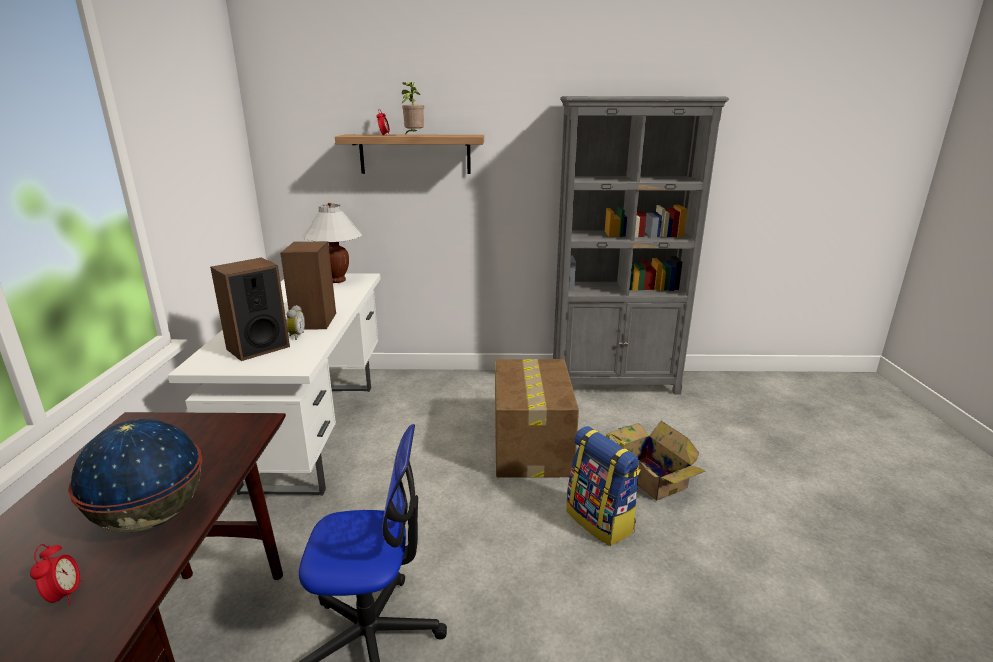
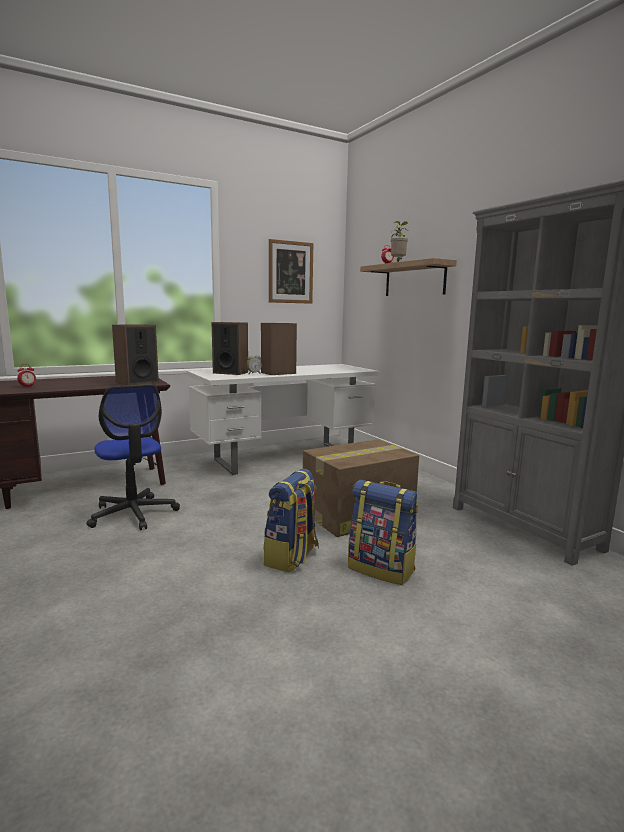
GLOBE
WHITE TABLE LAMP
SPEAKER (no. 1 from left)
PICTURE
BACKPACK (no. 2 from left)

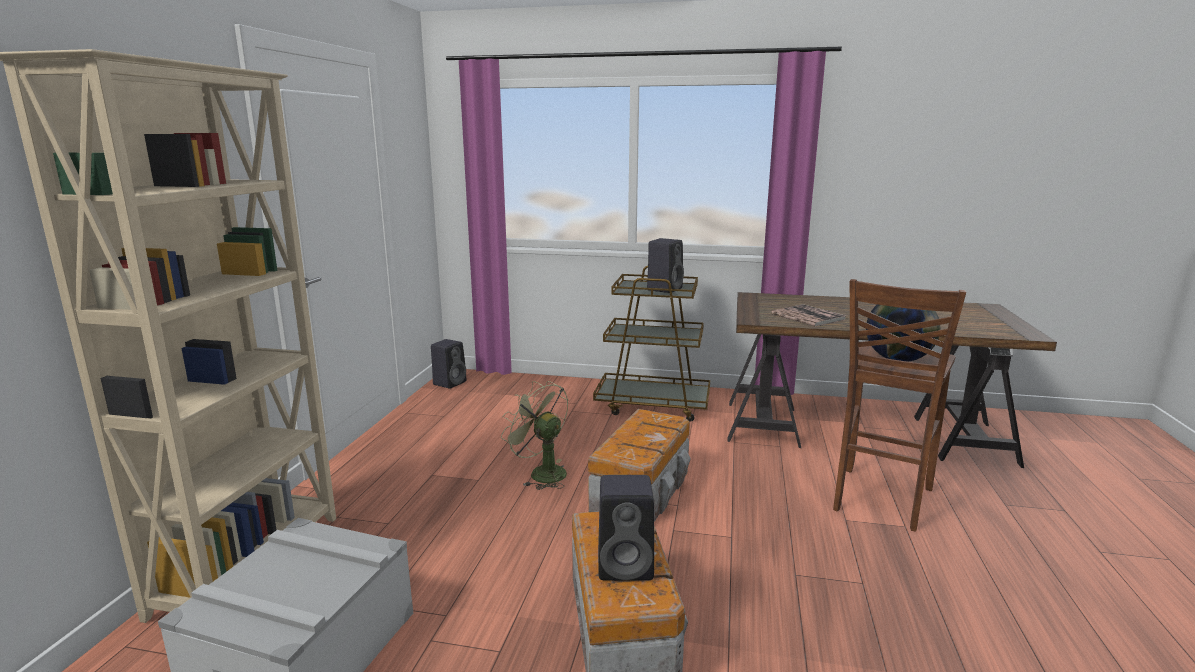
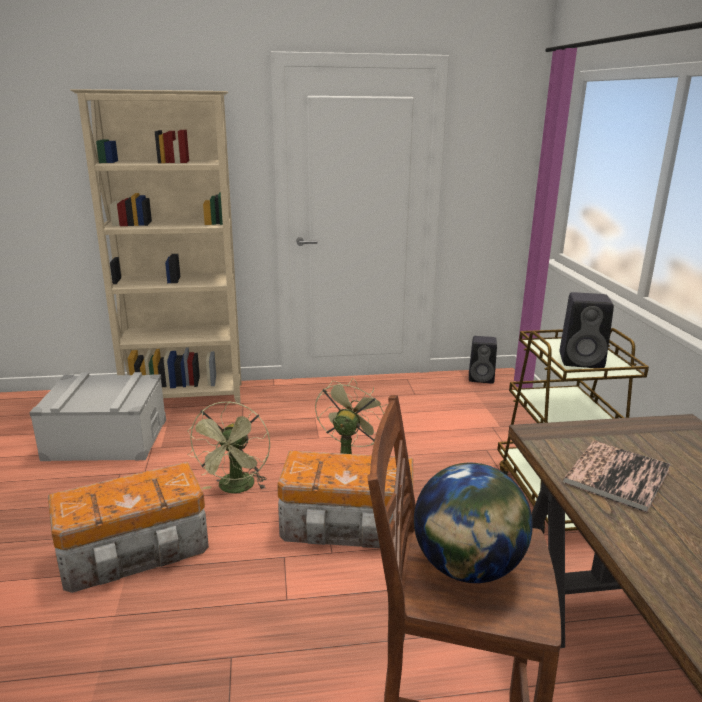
BLACK SPEAKER (no. 2 from left in the first image)
GREEN FAN (no. 1 from left)

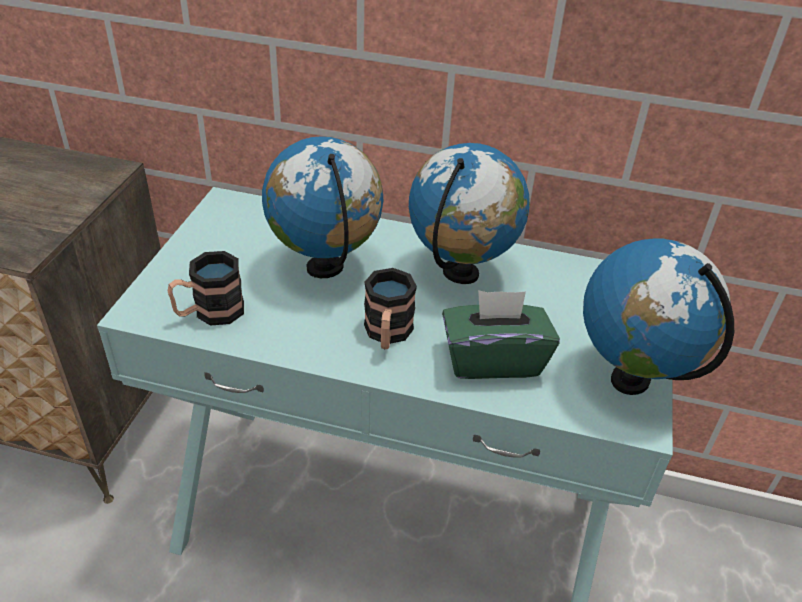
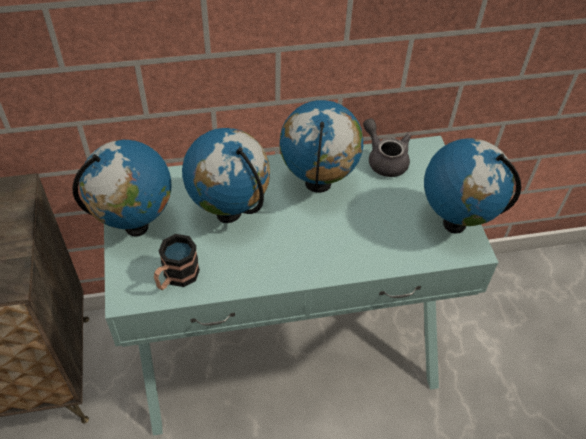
MUG (no. 2 from left in the first image)
GREEN TISSUE BOX
GLOBE (no. 1 from left)
GREY TEAPOT

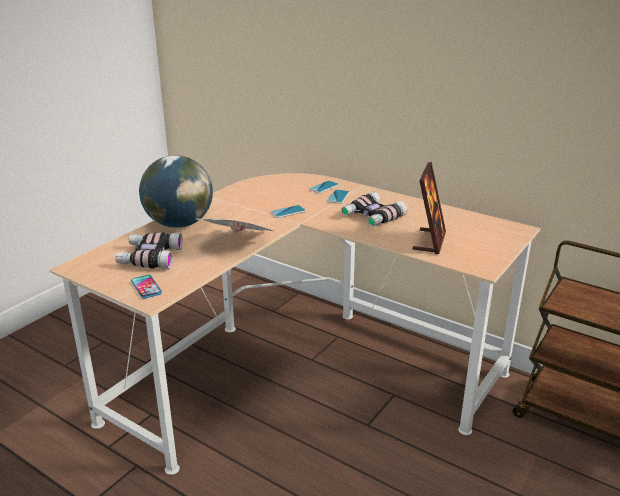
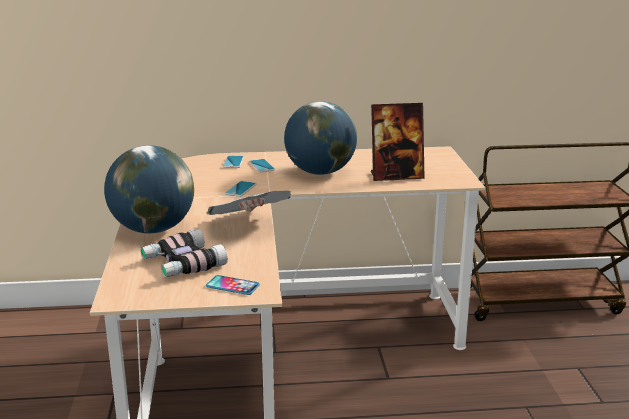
GLOBE (no. 2 from left)
PICTURE FRAME

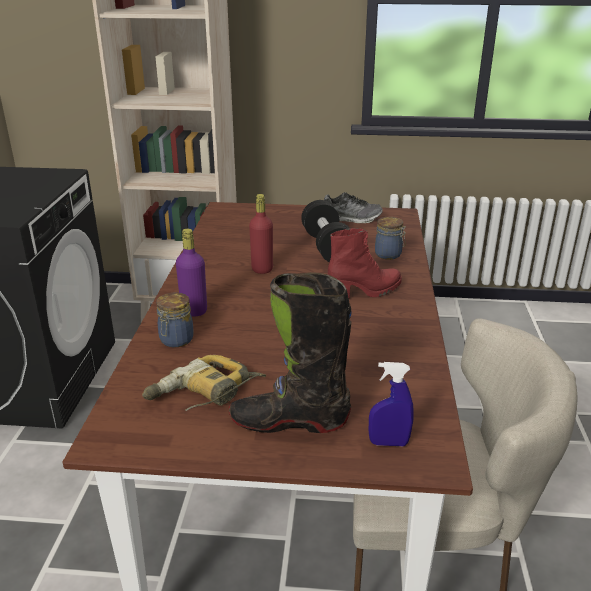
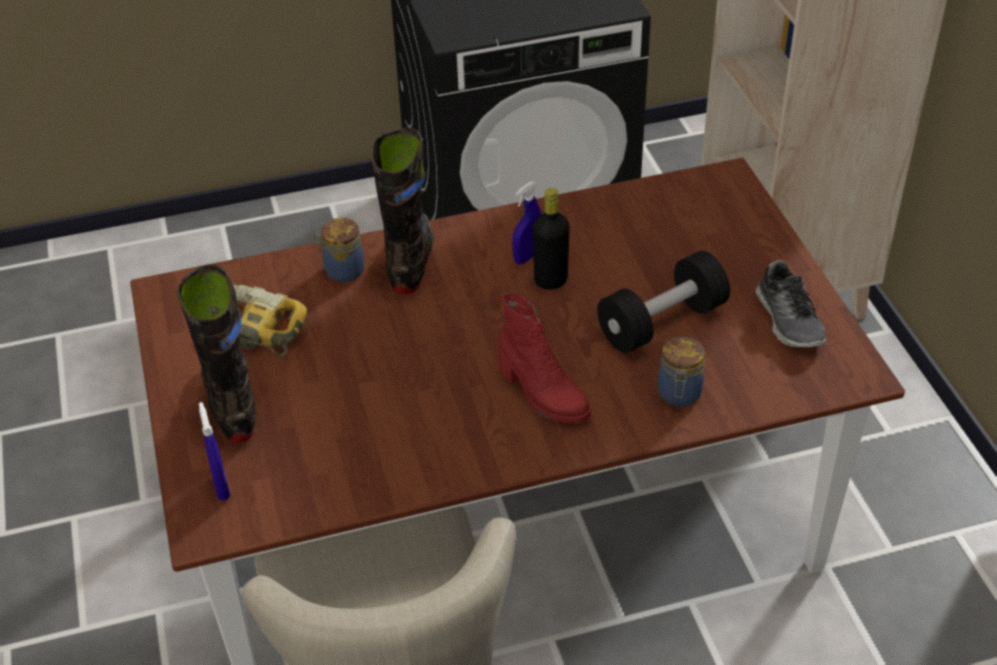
BLUE SPRAY BOTTLE (no. 2 from left)
BLACK BOOT (no. 2 from left)
BLACK BOTTLE

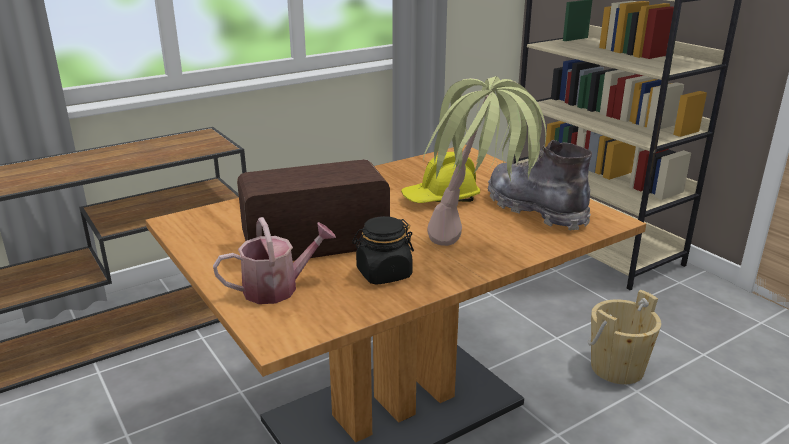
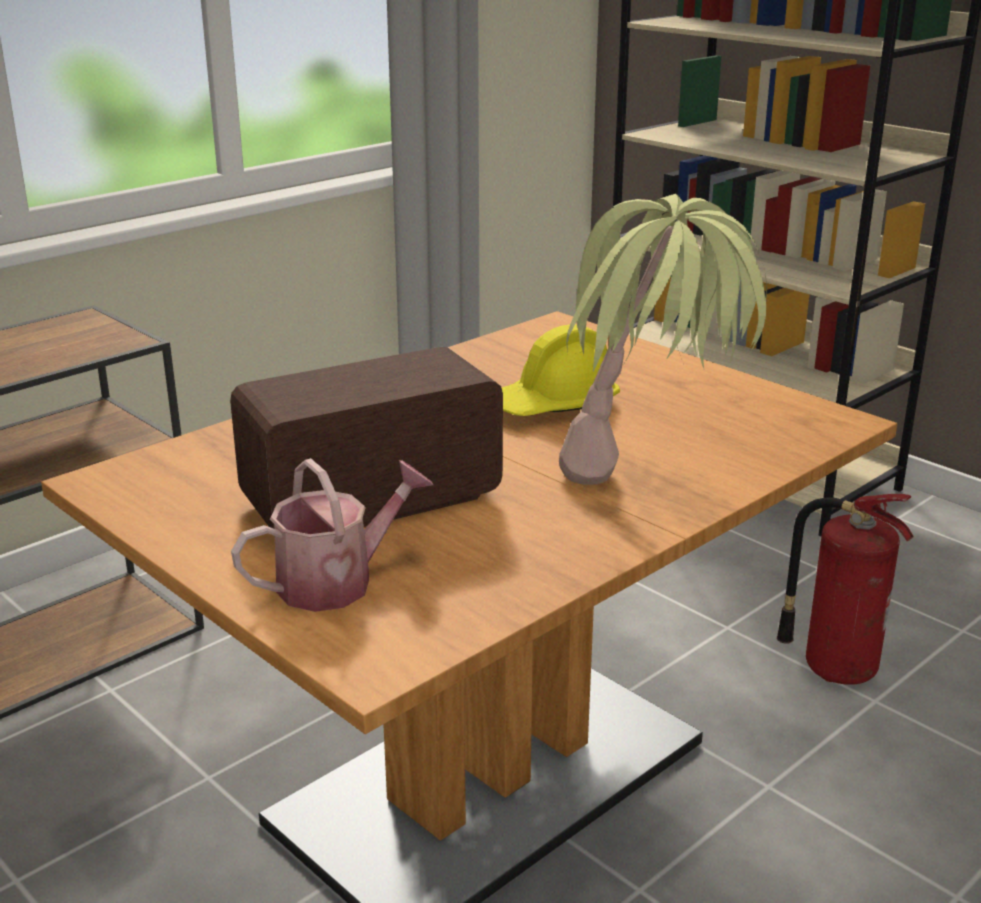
BLACK JAR
GREY BOOT
FIRE EXTINGUISHER

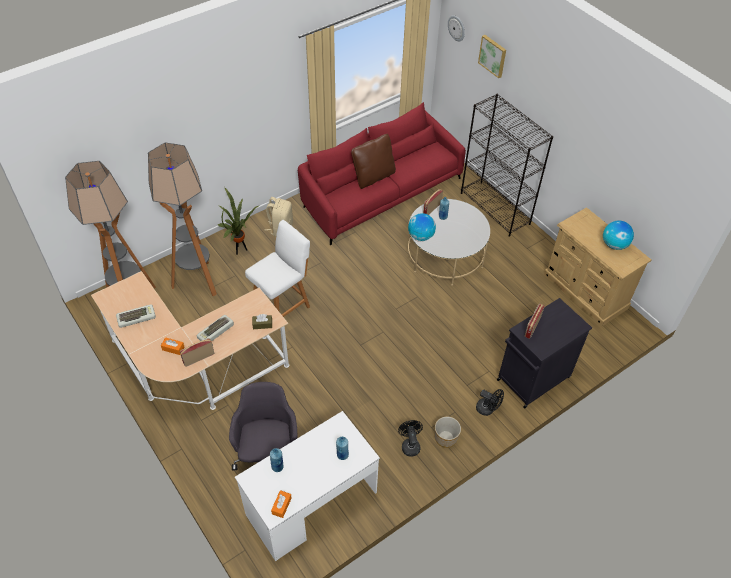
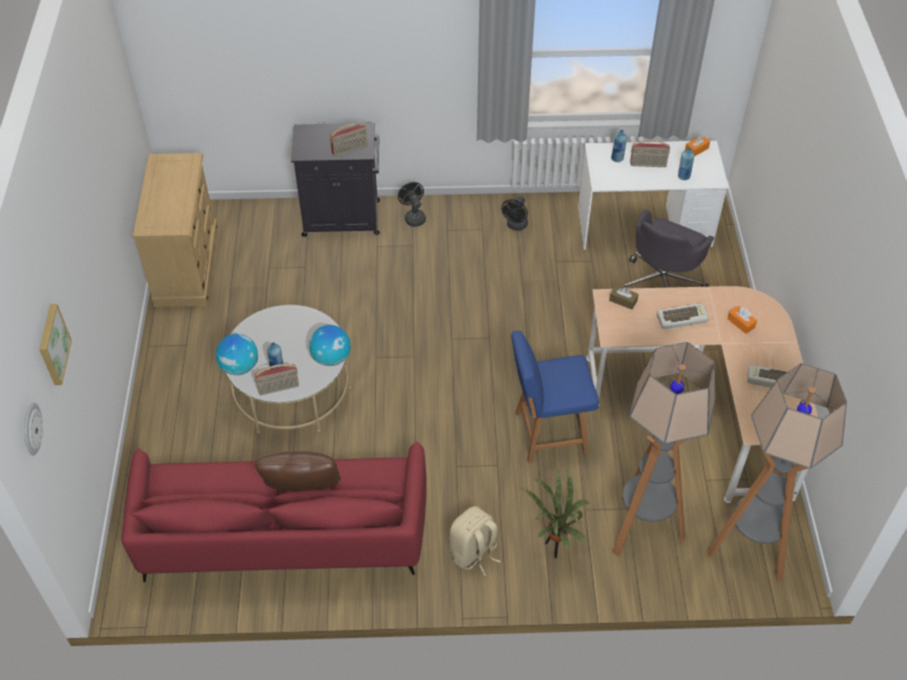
PLANTER
BLACK BOOKCASE
RADIO (no. 3 from left)
GLOBE (no. 1 from left)
BLUE CHAIR

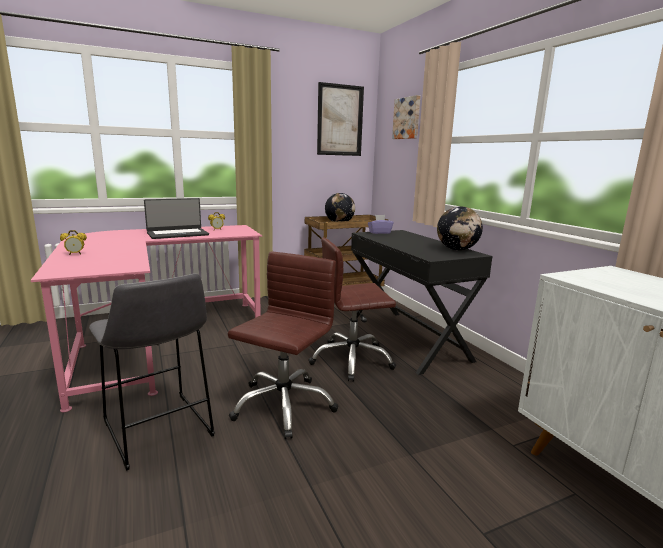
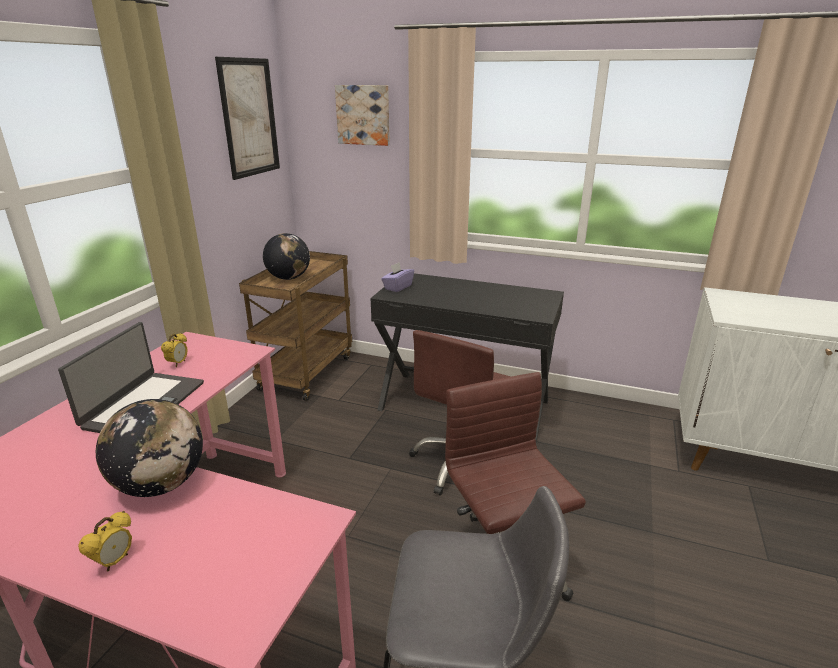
GLOBE (no. 1 from left)

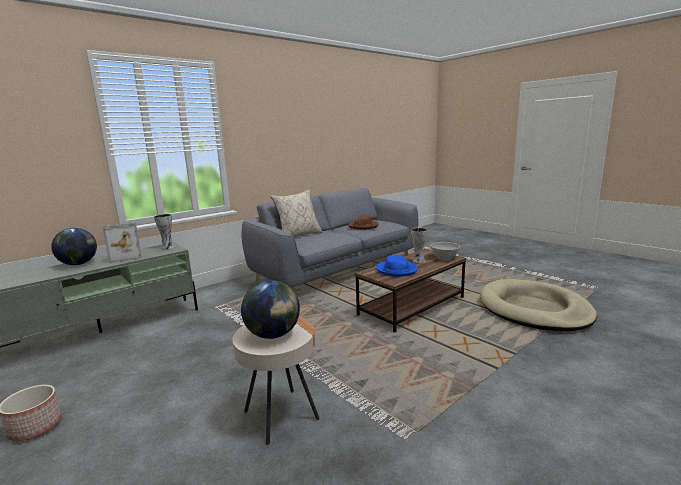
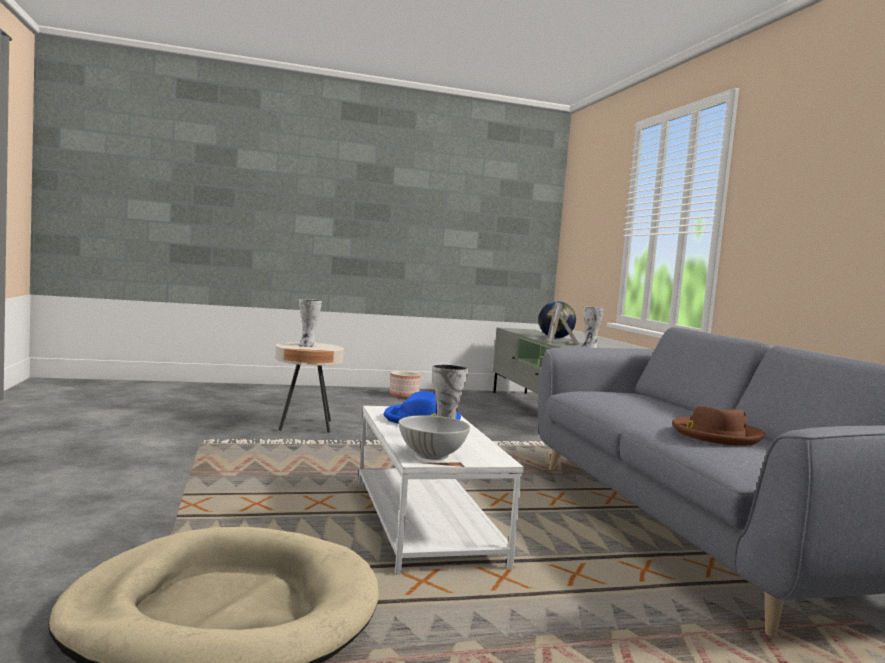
BEIGE PILLOW
VASE (no. 1 from left)
WHITE COFFEE TABLE

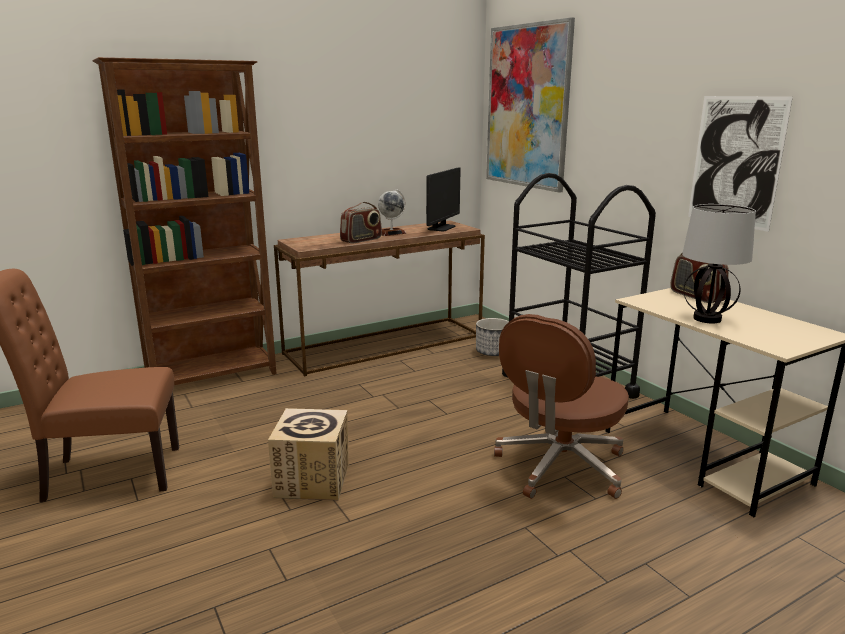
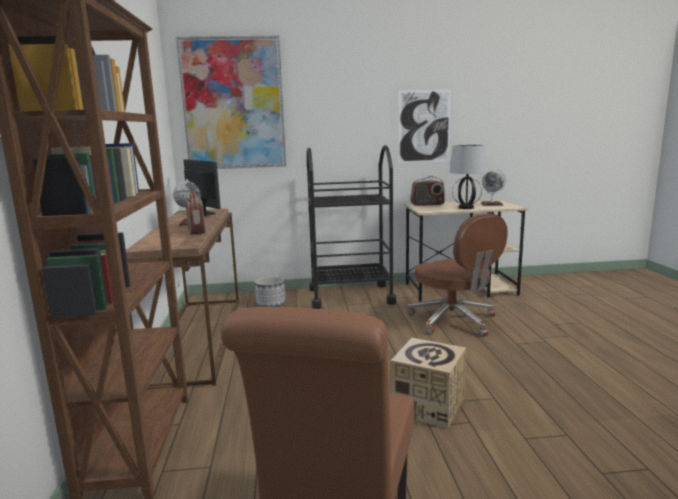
GLOBE (no. 2 from left)

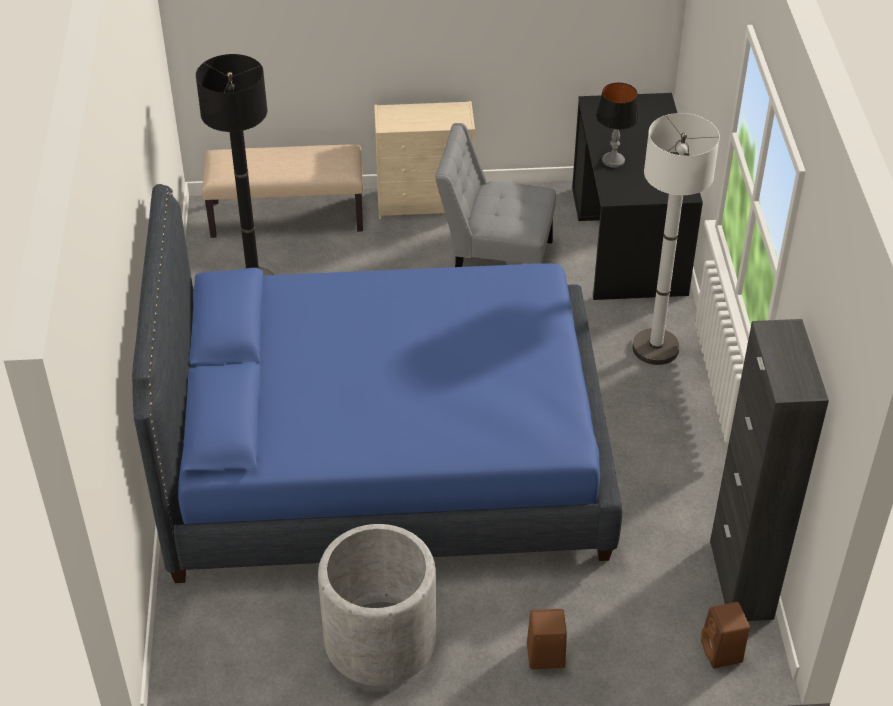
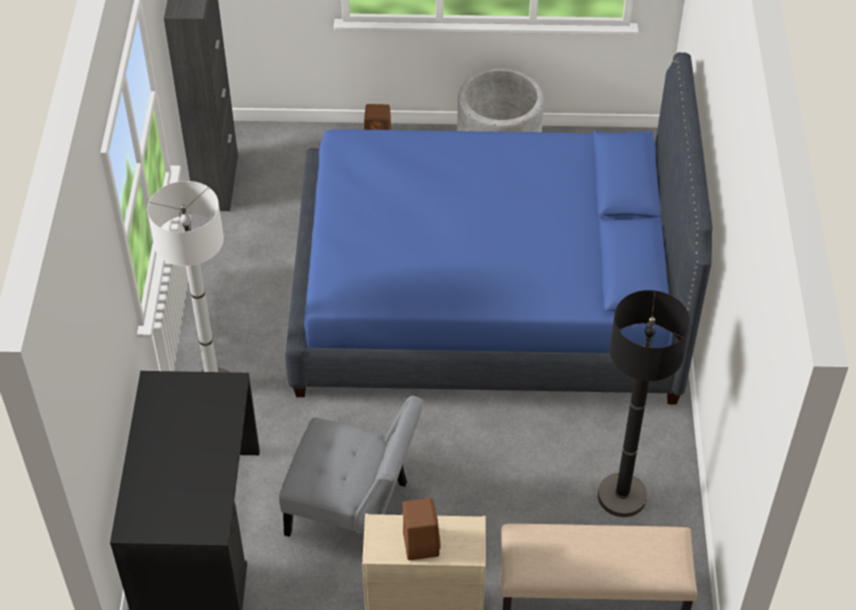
TABLE LAMP
BROWN SPEAKER (no. 2 from left)

